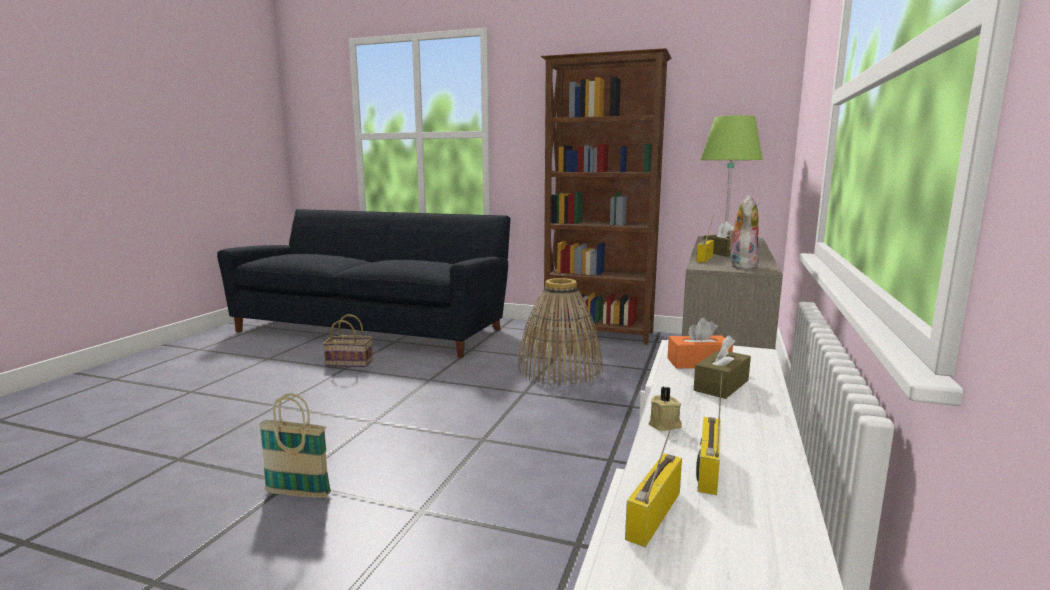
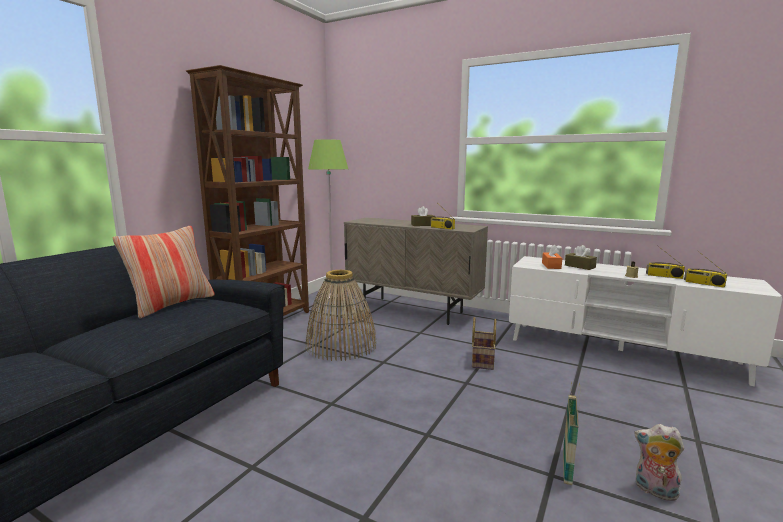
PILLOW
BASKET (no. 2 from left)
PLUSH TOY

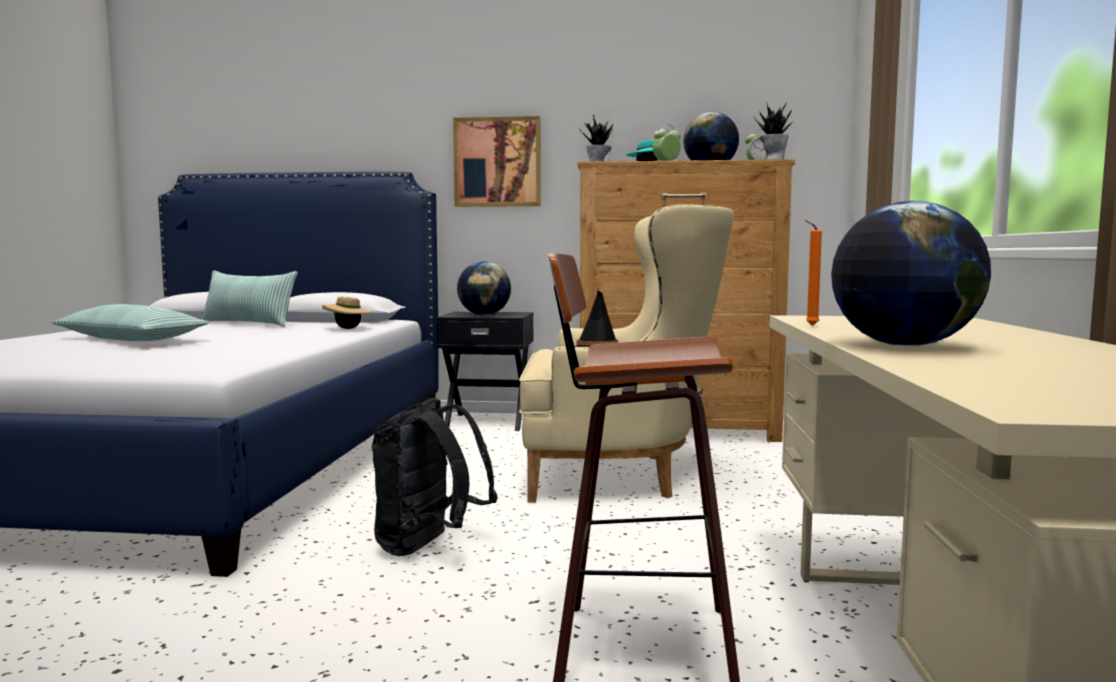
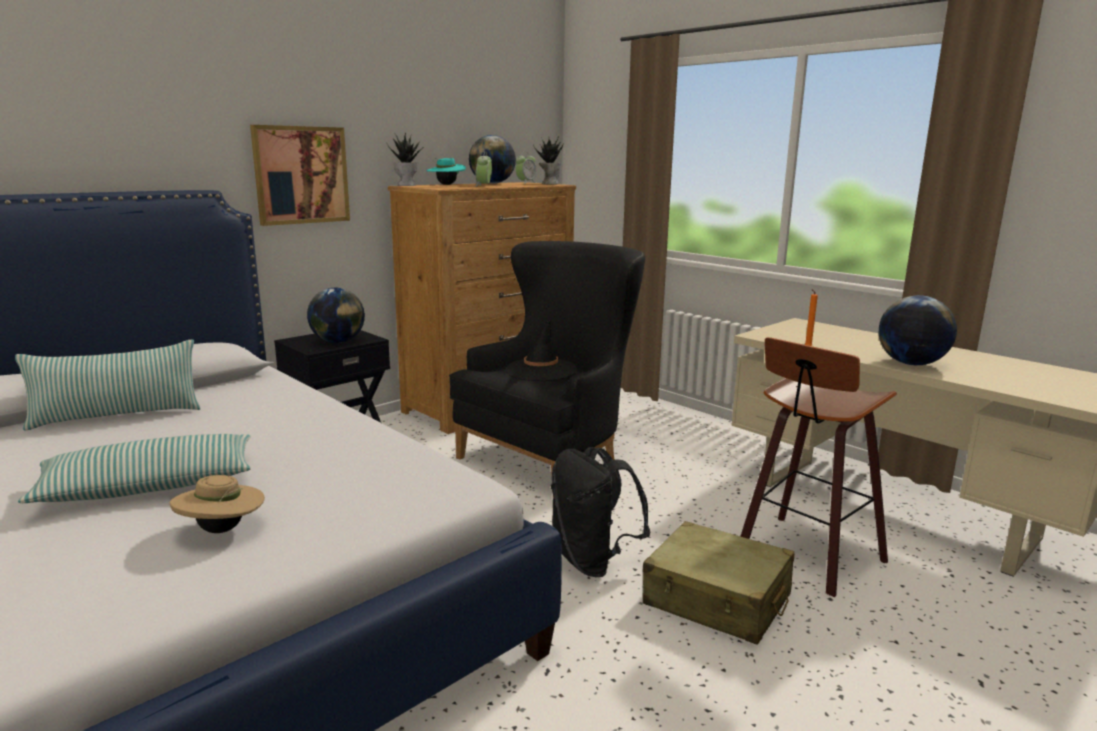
BEIGE SUITCASE
BEIGE HAT
BLACK ARMCHAIR

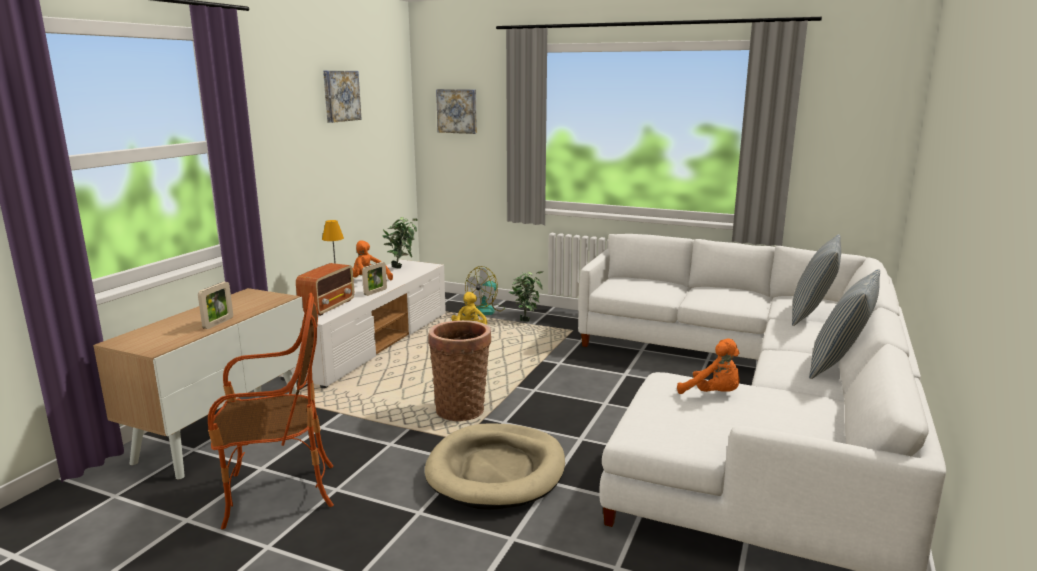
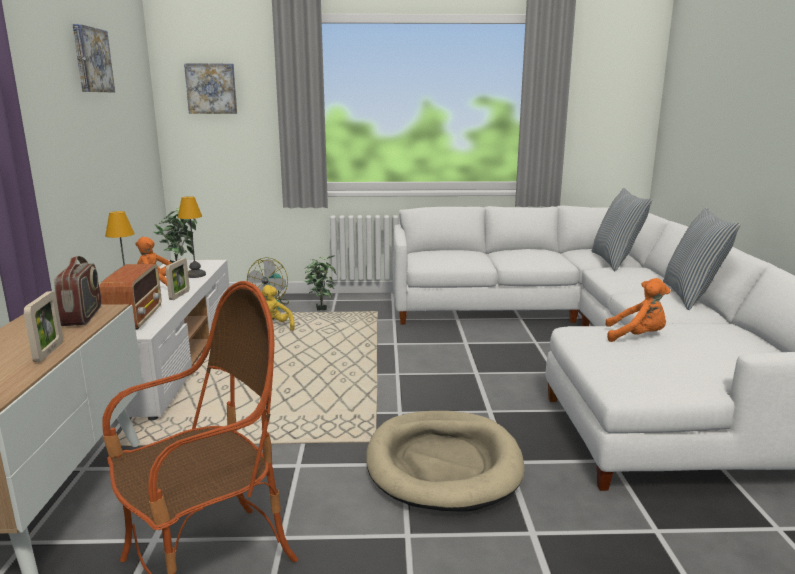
BASKET
RADIO (no. 1 from left)
TABLE LAMP (no. 2 from left)

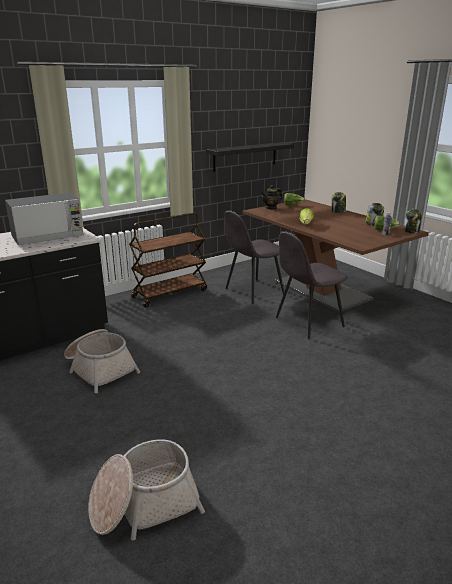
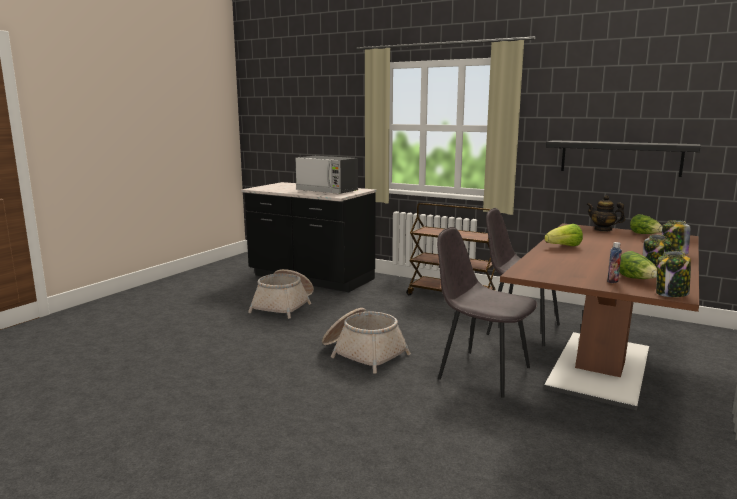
BASKET (no. 2 from left)

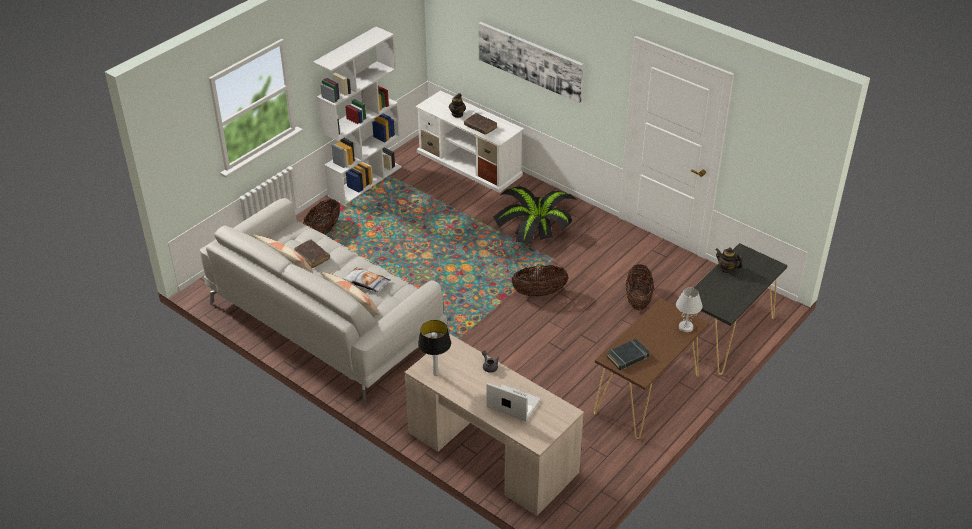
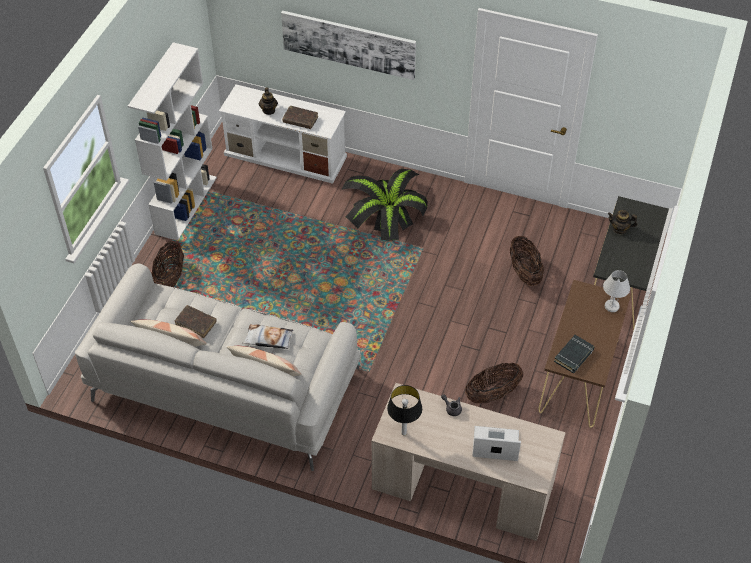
BASKET (no. 2 from left)

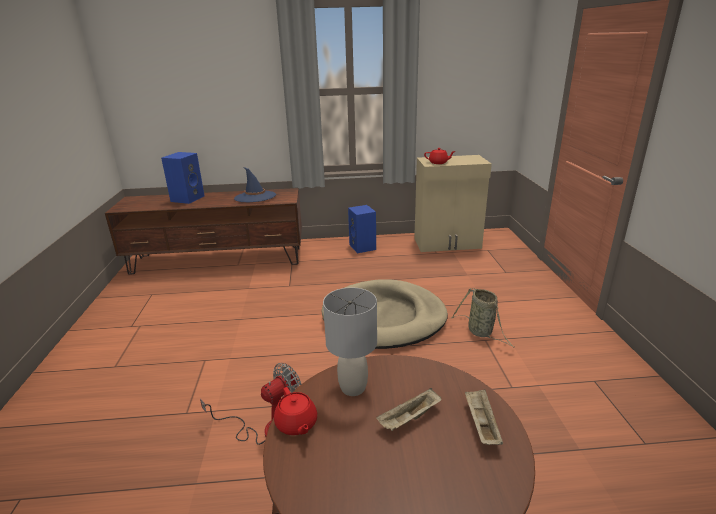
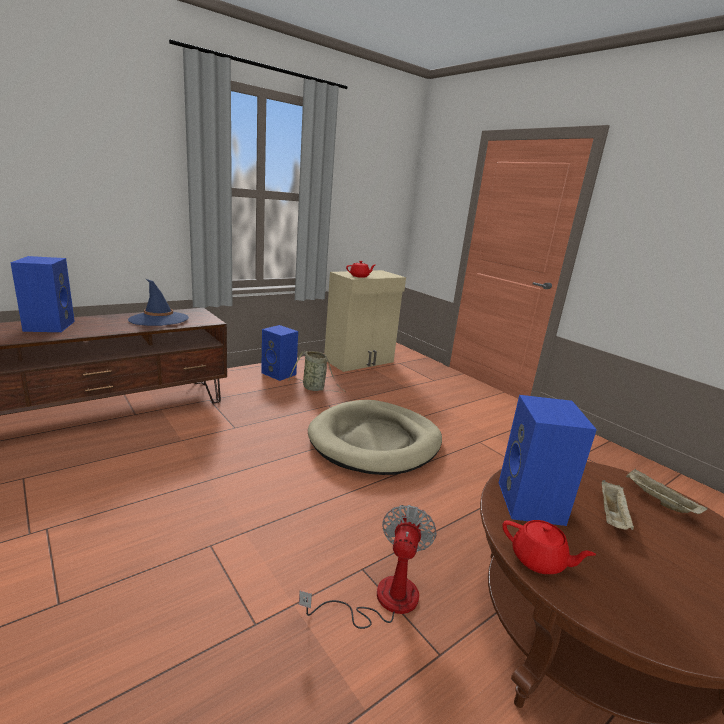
BASKET
BLUE SPEAKER (no. 3 from left)

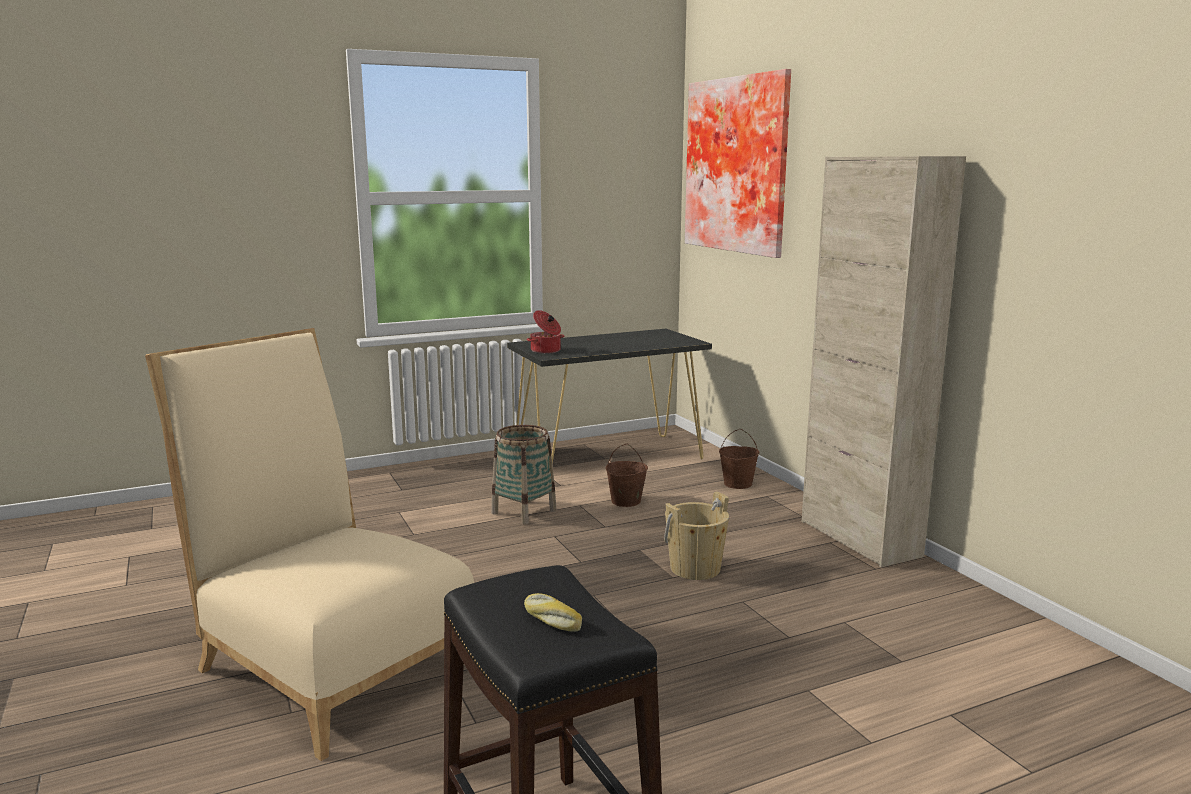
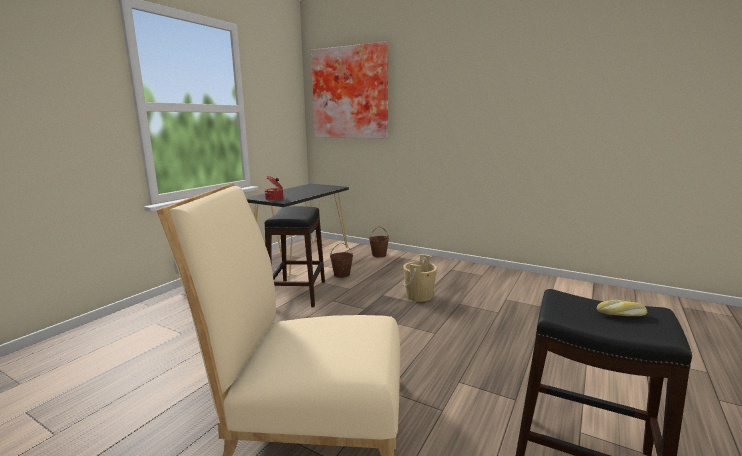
BEIGE CABINET
BLACK STOOL (no. 1 from left)

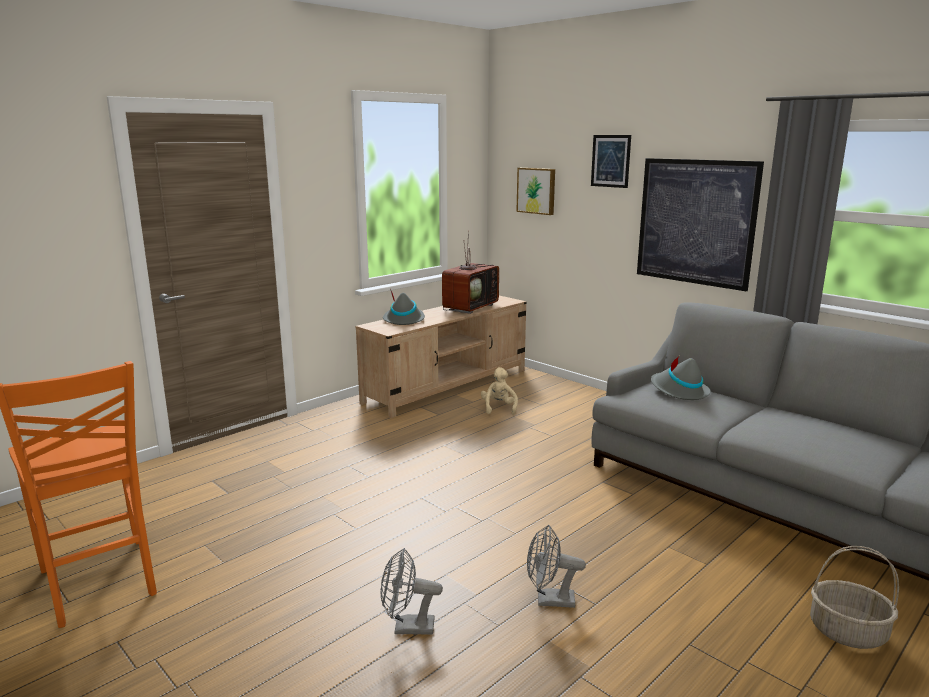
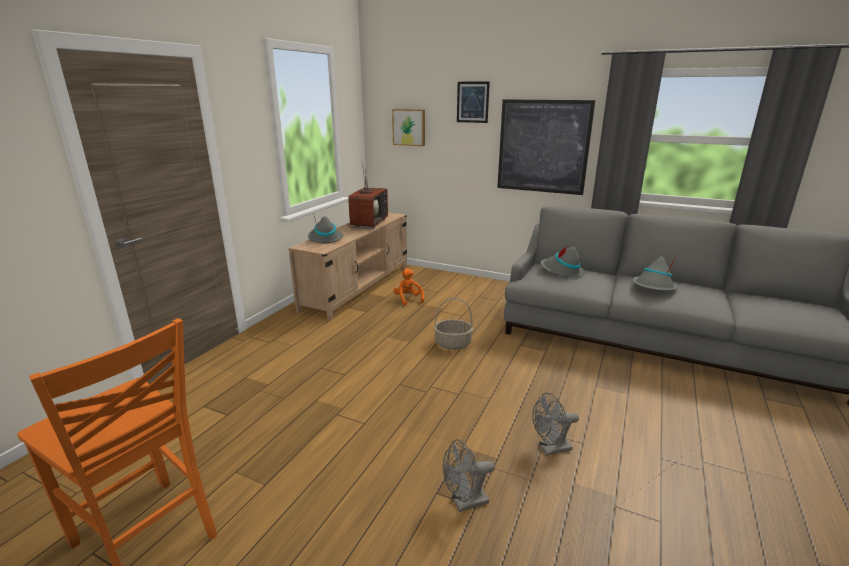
GREY HAT (no. 3 from left)
BASKET
ORANGE PLUSH TOY

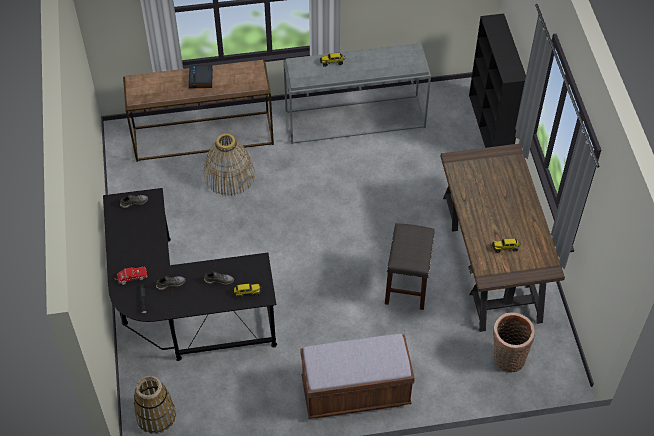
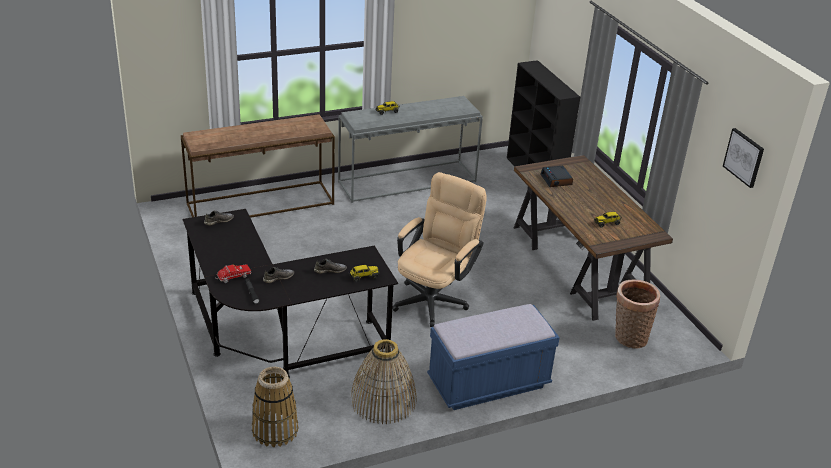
GREY STOOL
BEIGE OFFICE CHAIR
PICTURE
ALARM CLOCK
BASKET (no. 2 from left)
BLUE BENCH

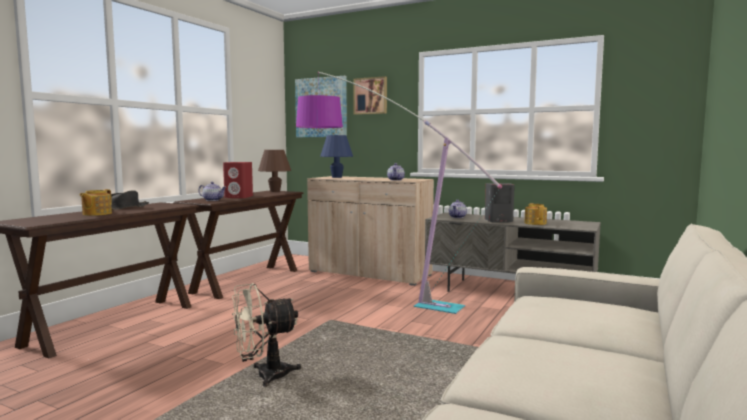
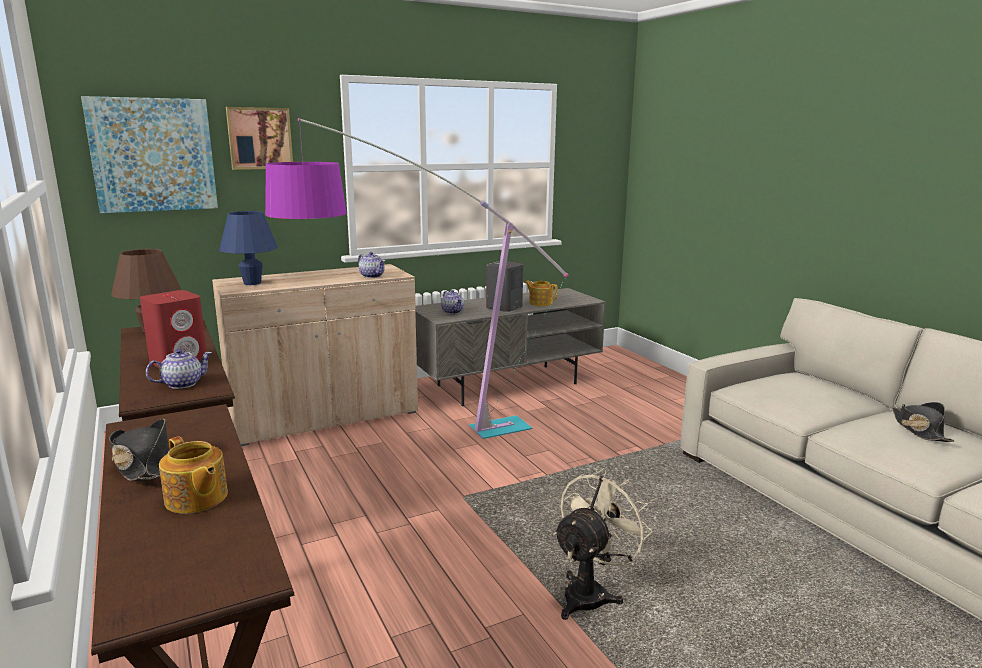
BLACK HAT (no. 2 from left)
BEIGE FAN

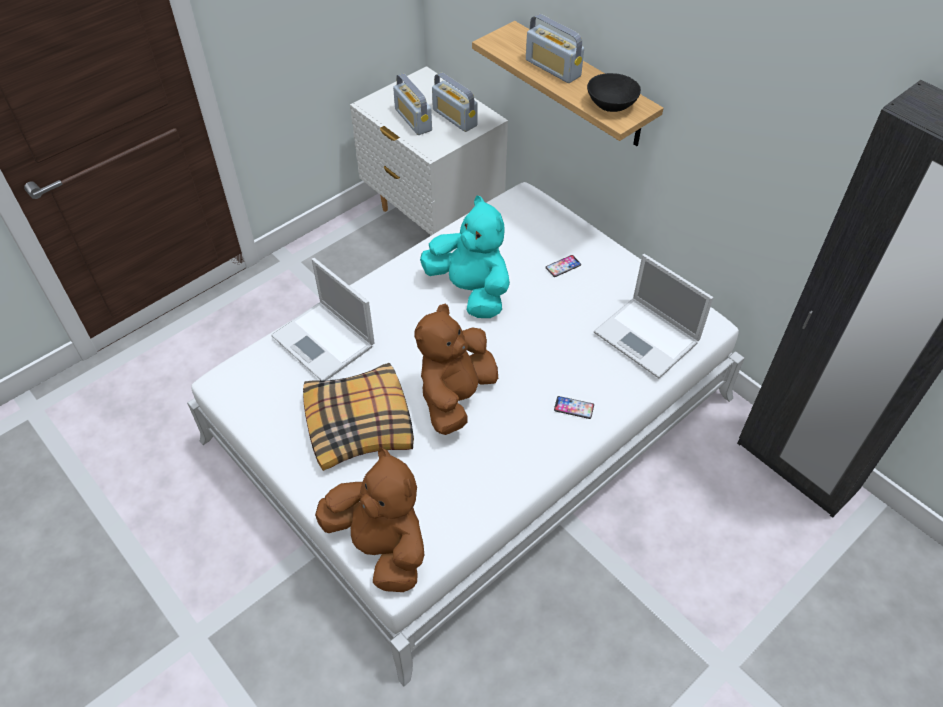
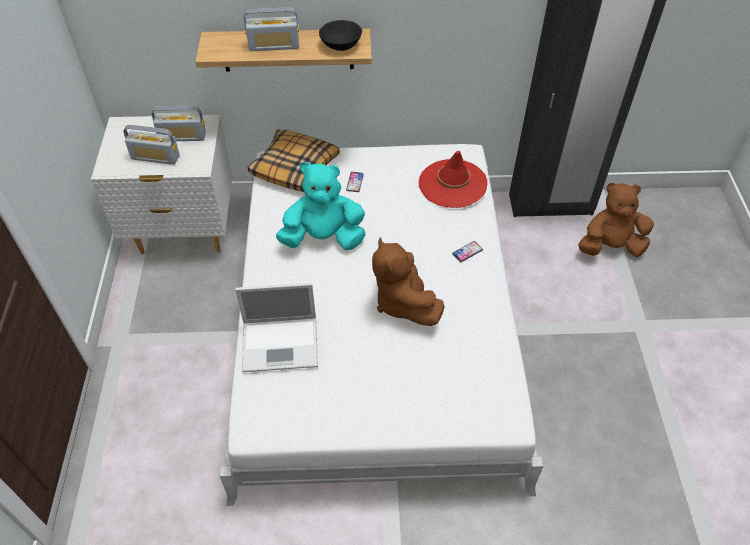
PILLOW
BROWN PLUSH TOY (no. 2 from left)
RED HAT

